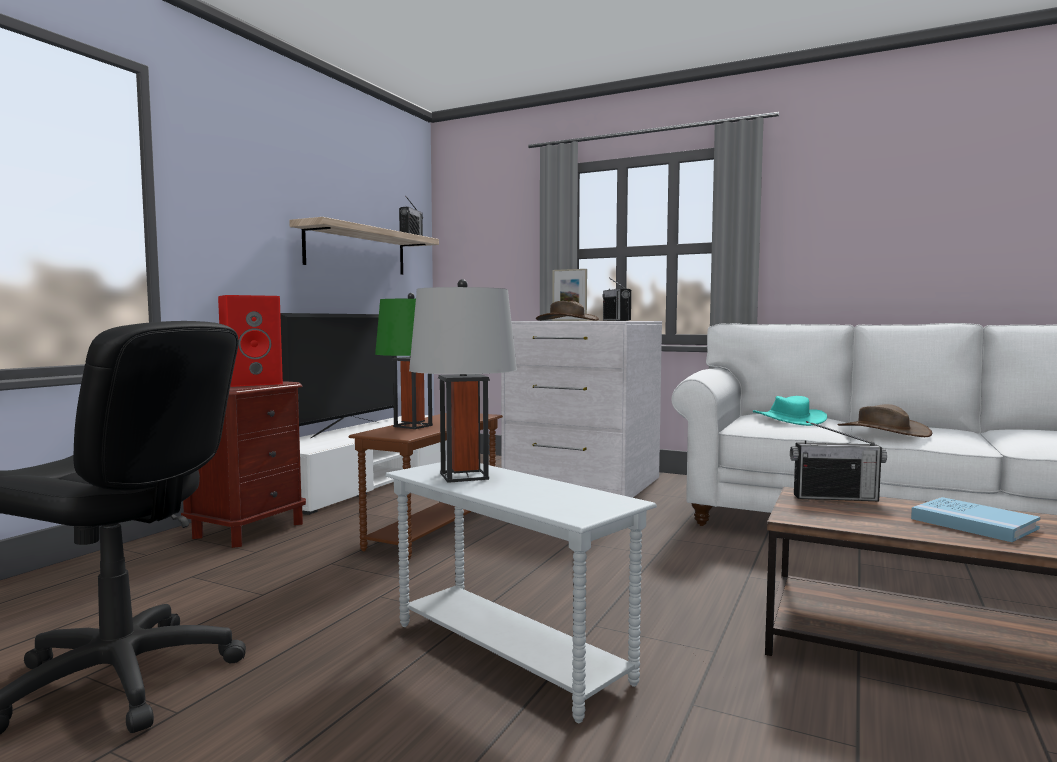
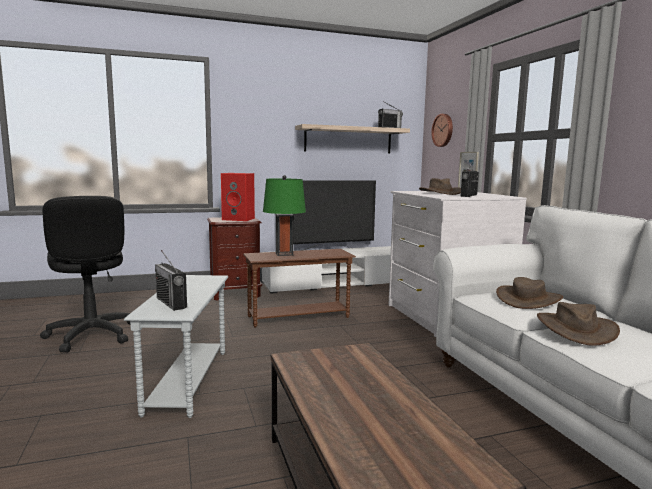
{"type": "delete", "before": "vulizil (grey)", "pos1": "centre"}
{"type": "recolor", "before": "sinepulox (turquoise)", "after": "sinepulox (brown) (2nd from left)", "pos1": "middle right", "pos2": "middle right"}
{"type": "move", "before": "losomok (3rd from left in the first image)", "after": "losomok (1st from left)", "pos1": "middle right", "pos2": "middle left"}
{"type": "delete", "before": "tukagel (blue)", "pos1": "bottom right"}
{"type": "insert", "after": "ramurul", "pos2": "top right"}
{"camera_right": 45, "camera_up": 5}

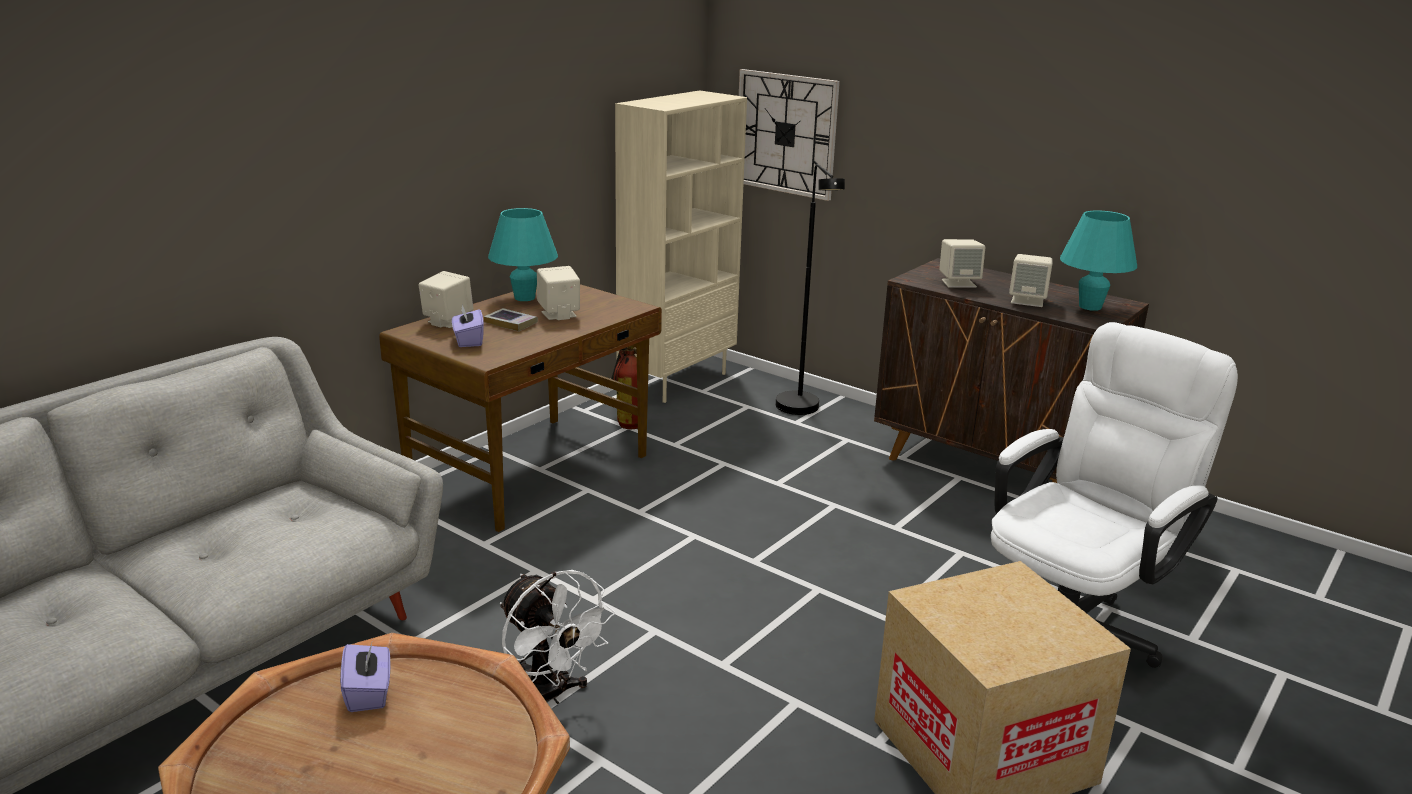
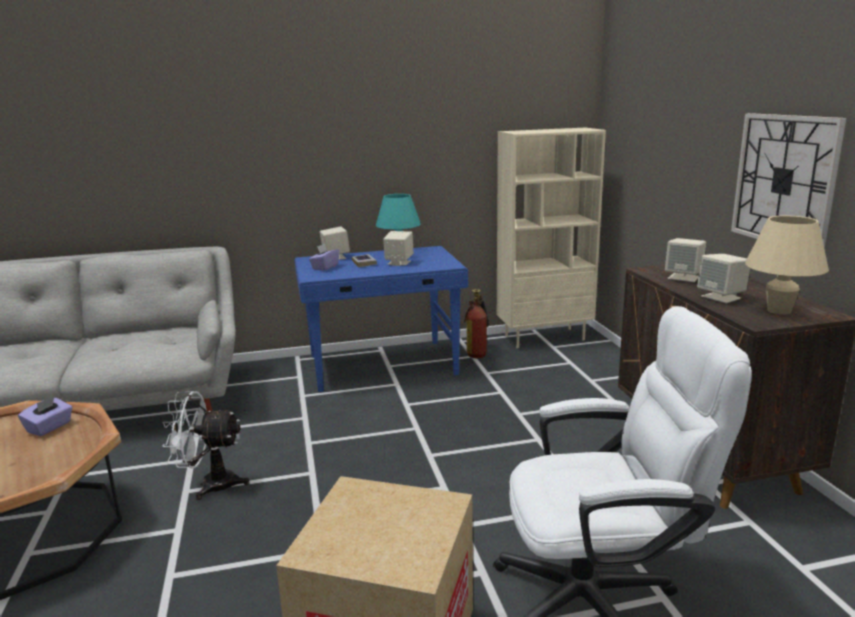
{"type": "move", "before": "ramurul", "pos1": "top centre", "pos2": "top right"}
{"type": "delete", "before": "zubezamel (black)", "pos1": "centre"}
{"type": "recolor", "before": "vulizil (turquoise) (2nd from left)", "after": "vulizil (beige)", "pos1": "top right", "pos2": "middle right"}
{"type": "recolor", "before": "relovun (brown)", "after": "relovun (blue)", "pos1": "centre", "pos2": "centre"}
{"type": "rotate", "before": "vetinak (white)", "pos1": "bottom centre", "pos2": "bottom left", "turn": 90}
{"camera_right": 40, "camera_up": -5}

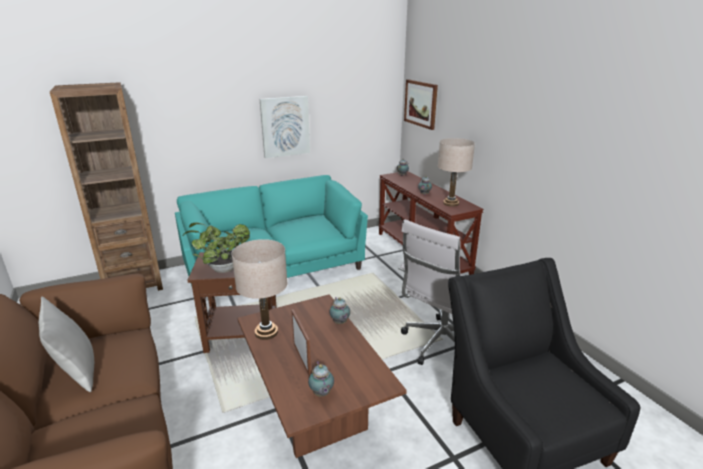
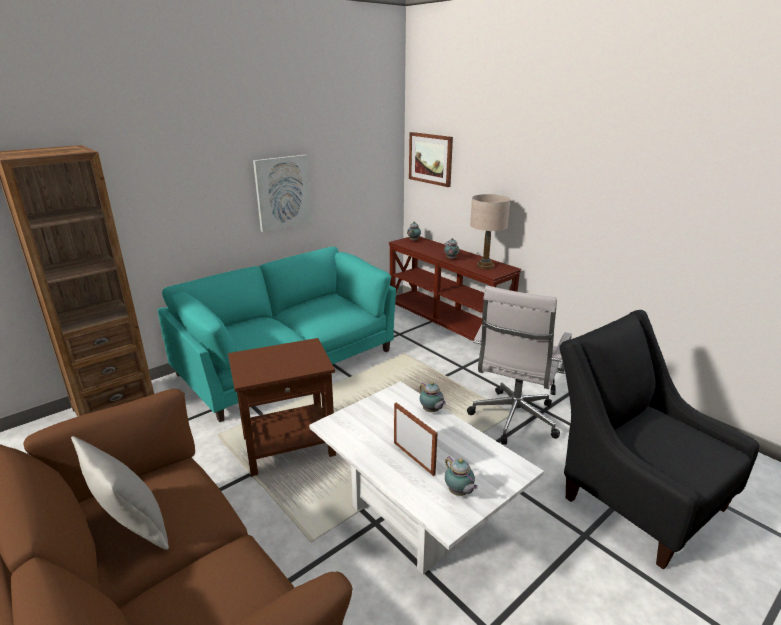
{"type": "delete", "before": "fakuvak", "pos1": "middle left"}
{"type": "delete", "before": "vulizil (beige) (1st from left)", "pos1": "centre"}
{"type": "recolor", "before": "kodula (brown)", "after": "kodula (white)", "pos1": "bottom centre", "pos2": "bottom centre"}
{"camera_right": -15, "camera_up": 0}

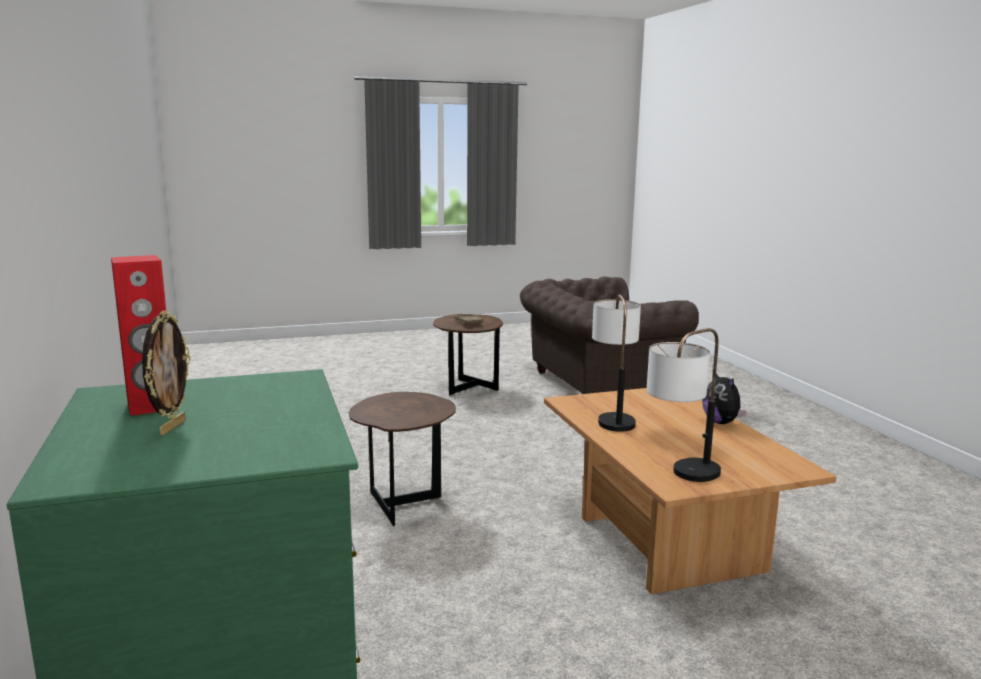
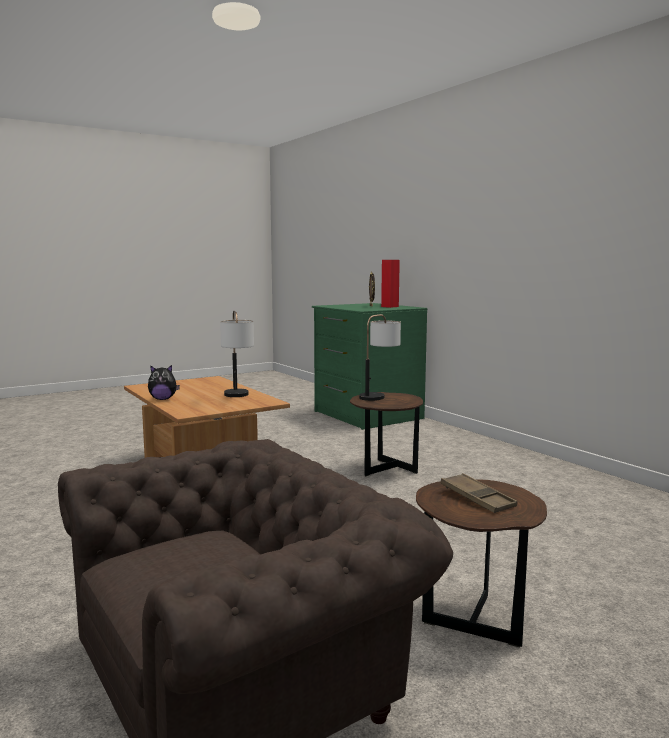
{"type": "move", "before": "vulizil (2nd from left)", "pos1": "middle right", "pos2": "centre"}
{"type": "rotate", "before": "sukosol", "pos1": "middle right", "pos2": "middle left", "turn": 120}
{"camera_right": 165, "camera_up": -5}

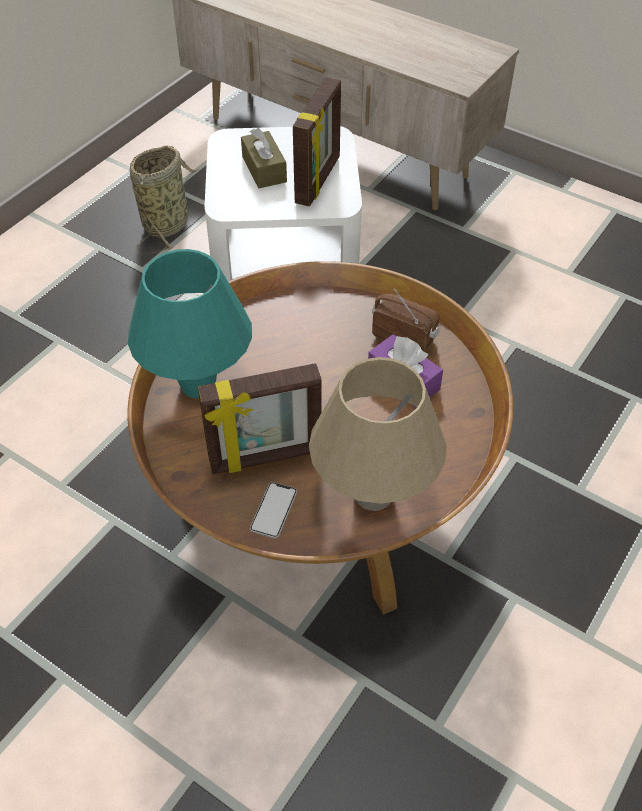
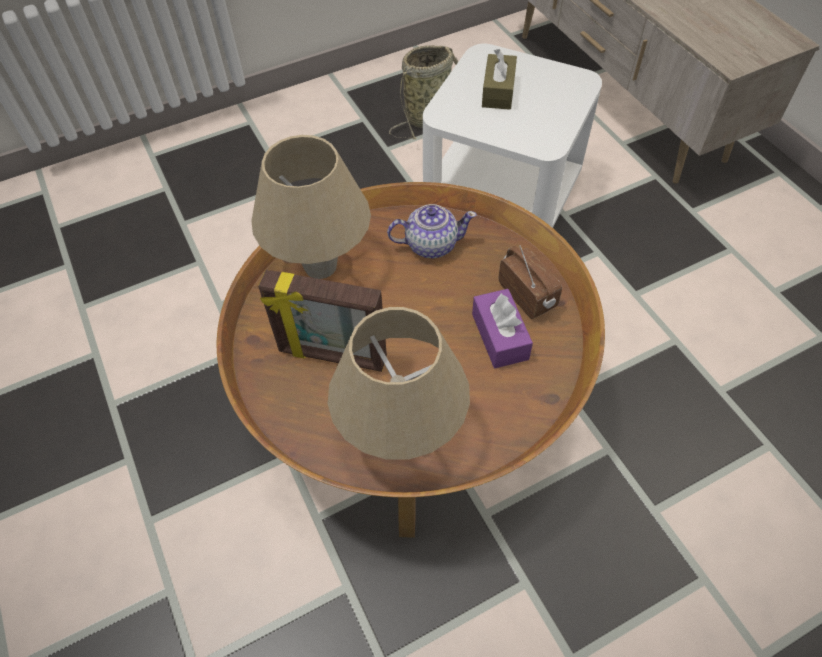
{"type": "delete", "before": "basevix (2nd from left)", "pos1": "top centre"}
{"type": "recolor", "before": "vulizil (turquoise)", "after": "vulizil (beige) (1st from left)", "pos1": "middle left", "pos2": "top centre"}
{"type": "delete", "before": "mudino", "pos1": "centre"}
{"type": "insert", "after": "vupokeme", "pos2": "centre"}
{"camera_right": 30, "camera_up": 5}

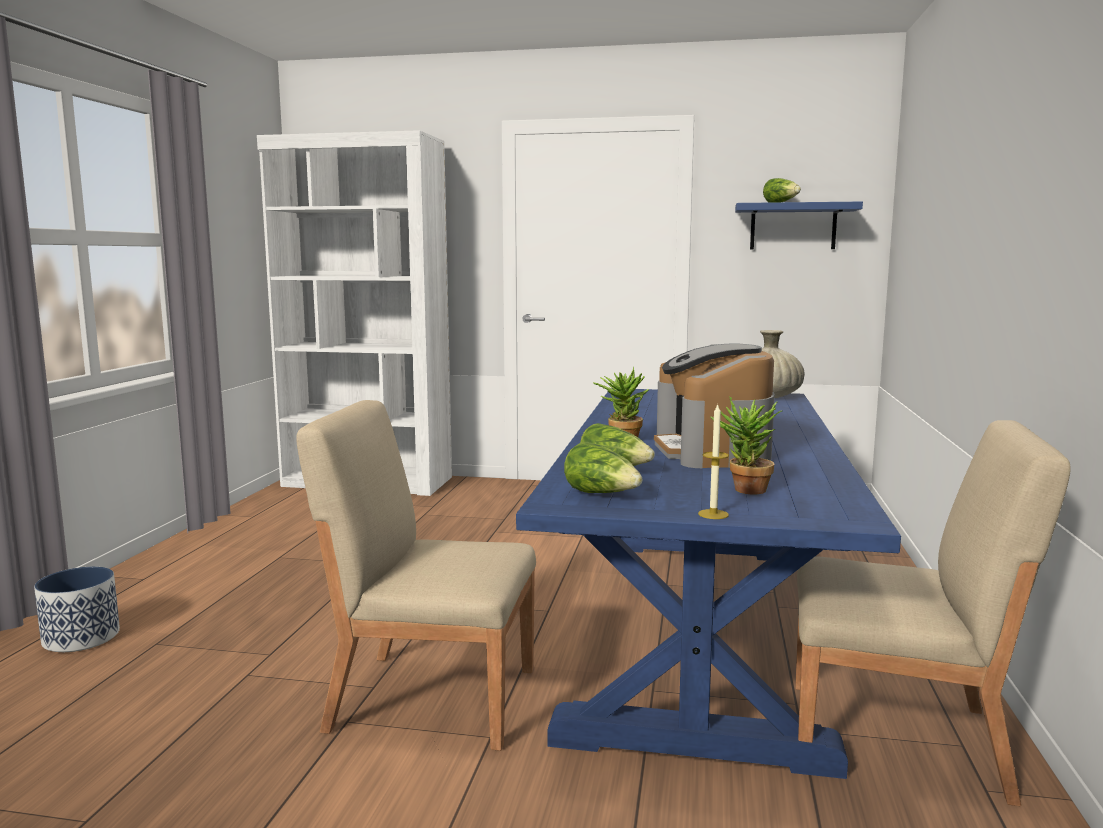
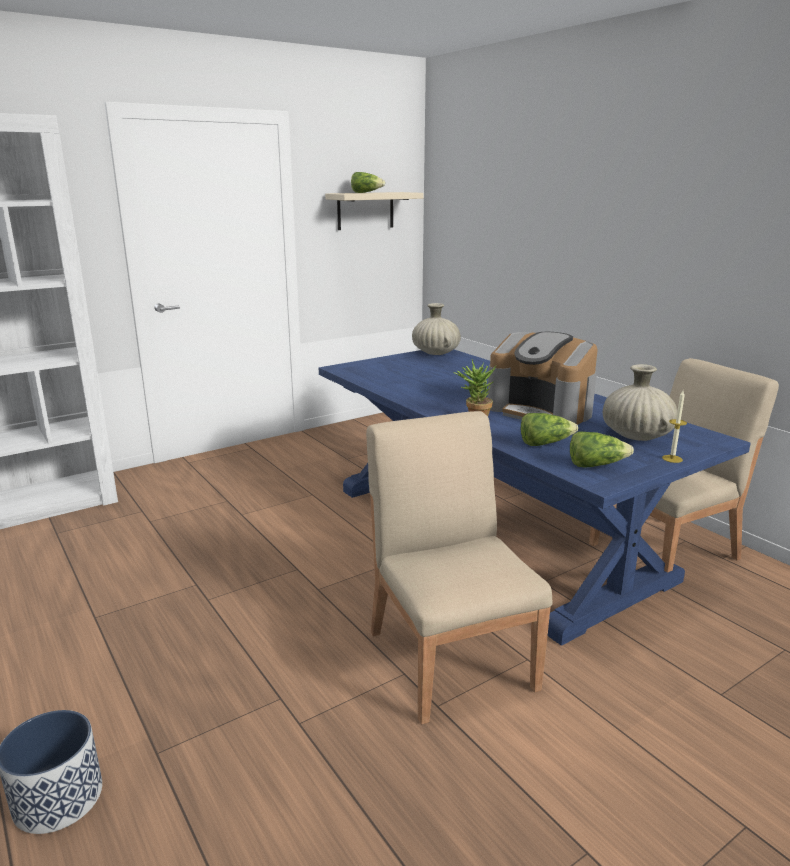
{"type": "recolor", "before": "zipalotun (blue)", "after": "zipalotun (beige)", "pos1": "top right", "pos2": "top centre"}
{"type": "replace", "before": "fakuvak (2nd from left)", "after": "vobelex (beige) (2nd from left)", "pos1": "middle right", "pos2": "middle right"}
{"type": "rotate", "before": "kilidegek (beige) (1st from left)", "pos1": "bottom centre", "pos2": "centre", "turn": 105}
{"camera_right": -45, "camera_up": 10}

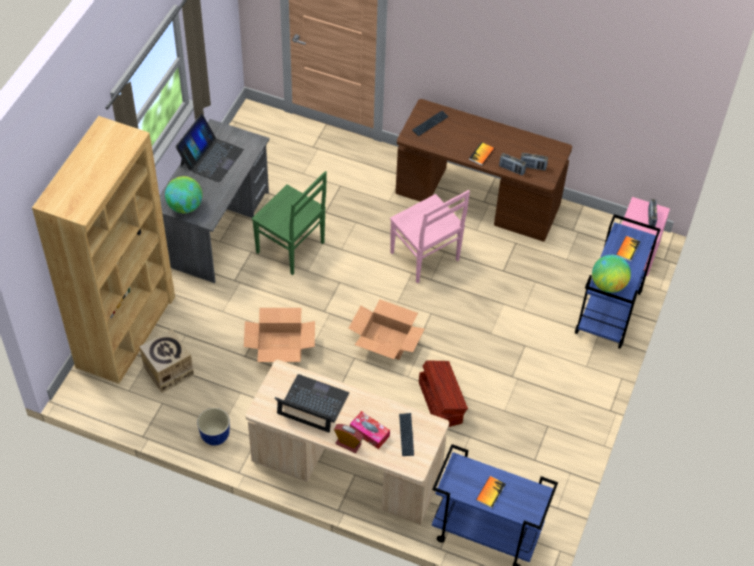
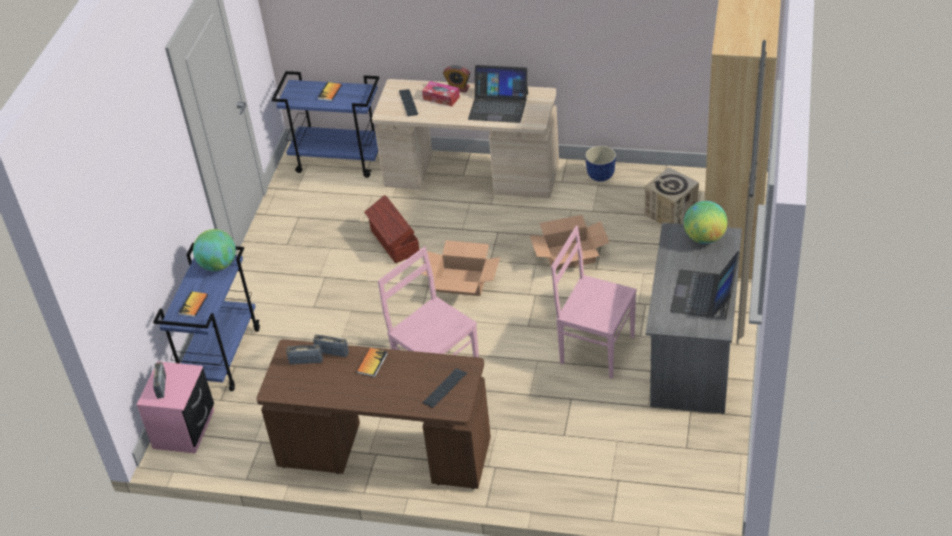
{"type": "recolor", "before": "kilidegek (green)", "after": "kilidegek (pink) (2nd from left)", "pos1": "centre", "pos2": "centre"}
{"camera_right": 175, "camera_up": -10}

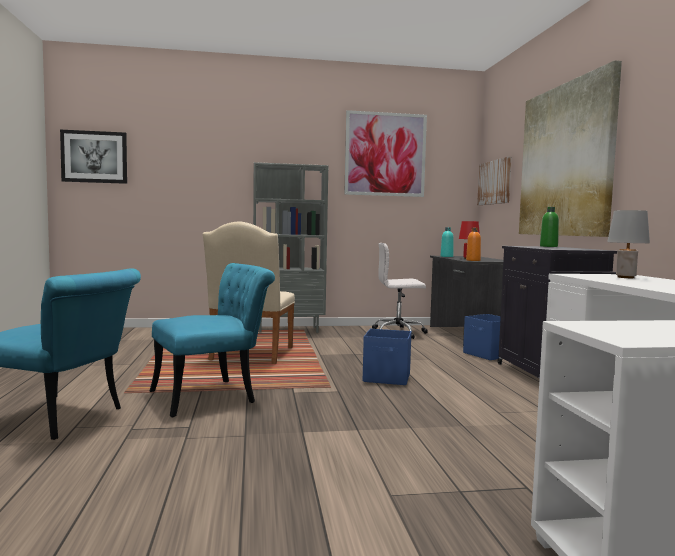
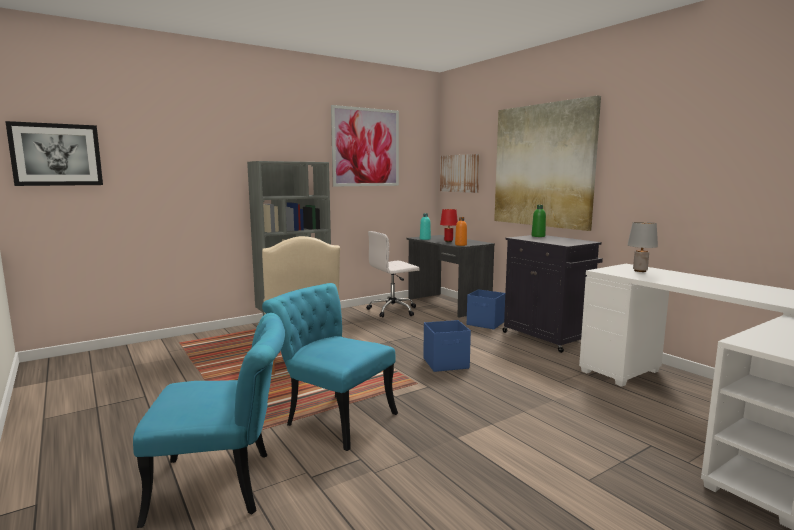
{"type": "rotate", "before": "kilidegek (turquoise) (2nd from left)", "pos1": "middle left", "pos2": "bottom centre", "turn": -90}
{"camera_right": -25, "camera_up": 5}

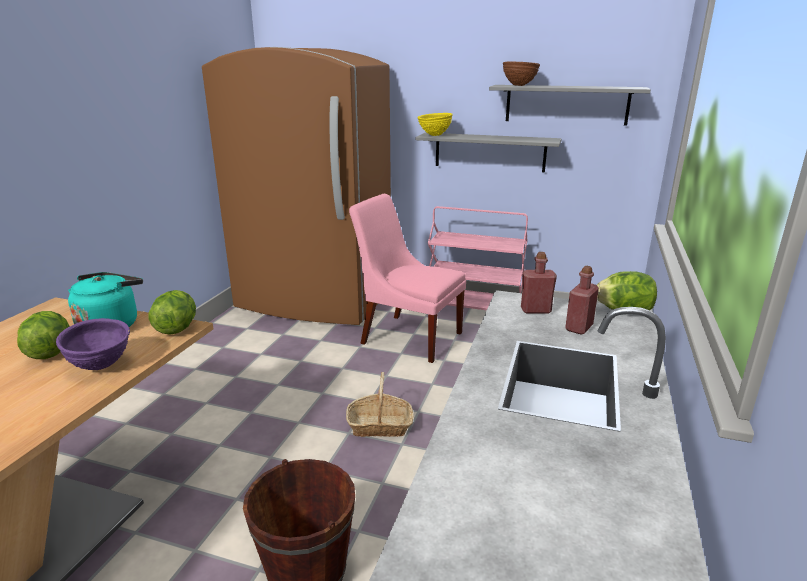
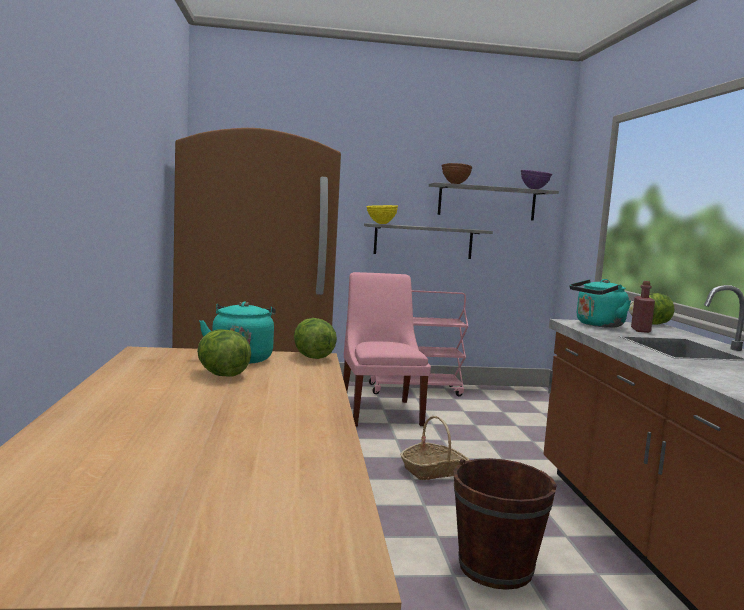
{"type": "rotate", "before": "kilidegek (pink)", "pos1": "centre", "pos2": "centre", "turn": 75}
{"type": "replace", "before": "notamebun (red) (1st from left)", "after": "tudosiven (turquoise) (2nd from left)", "pos1": "middle right", "pos2": "middle right"}
{"type": "move", "before": "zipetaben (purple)", "pos1": "middle left", "pos2": "top right"}
{"camera_right": -25, "camera_up": -15}

